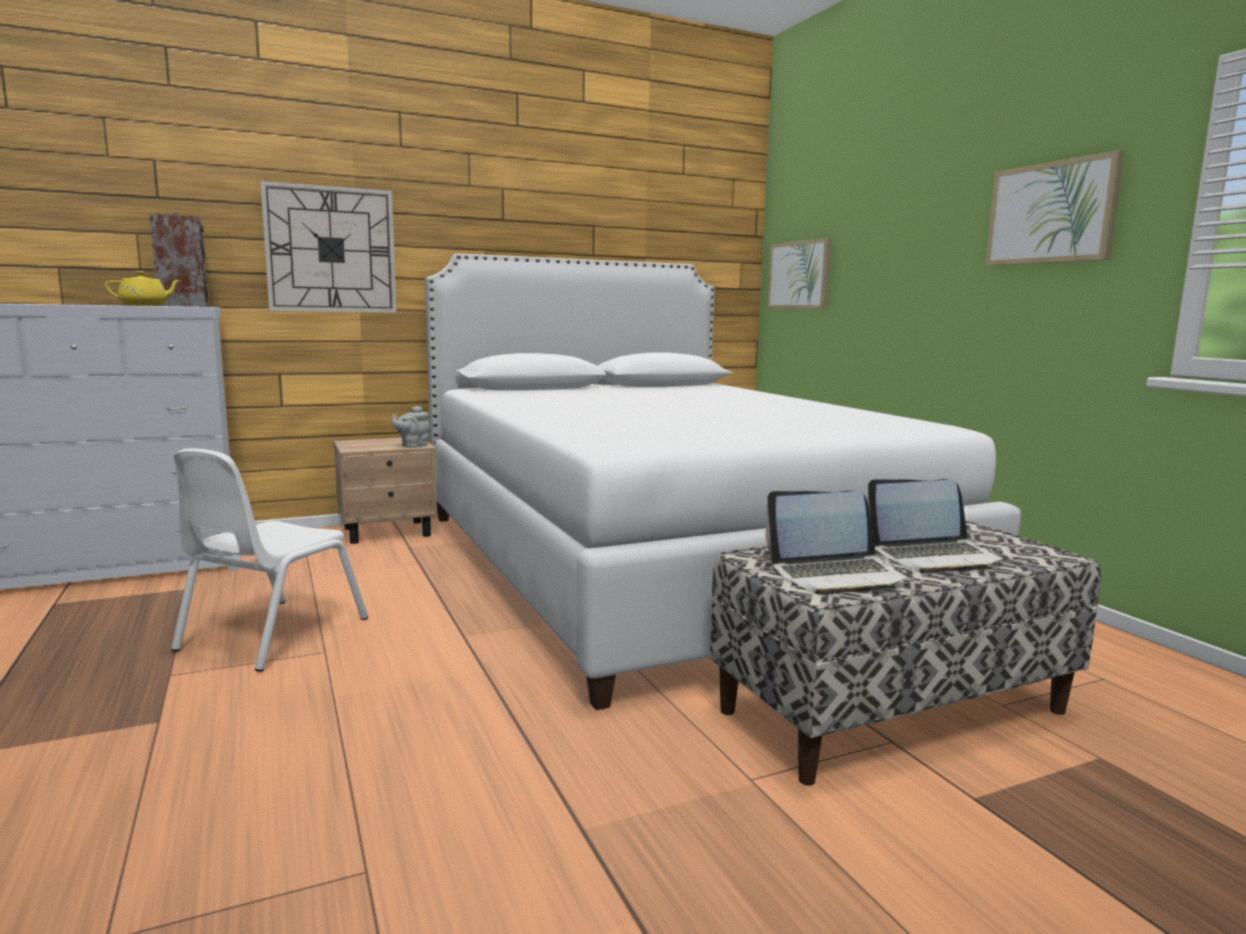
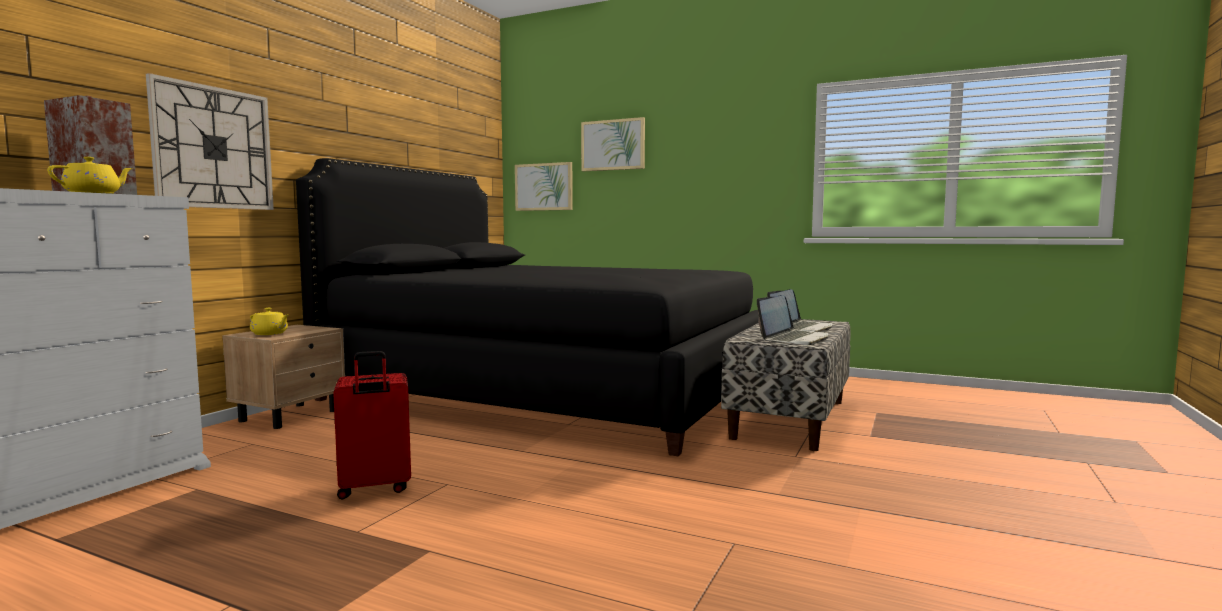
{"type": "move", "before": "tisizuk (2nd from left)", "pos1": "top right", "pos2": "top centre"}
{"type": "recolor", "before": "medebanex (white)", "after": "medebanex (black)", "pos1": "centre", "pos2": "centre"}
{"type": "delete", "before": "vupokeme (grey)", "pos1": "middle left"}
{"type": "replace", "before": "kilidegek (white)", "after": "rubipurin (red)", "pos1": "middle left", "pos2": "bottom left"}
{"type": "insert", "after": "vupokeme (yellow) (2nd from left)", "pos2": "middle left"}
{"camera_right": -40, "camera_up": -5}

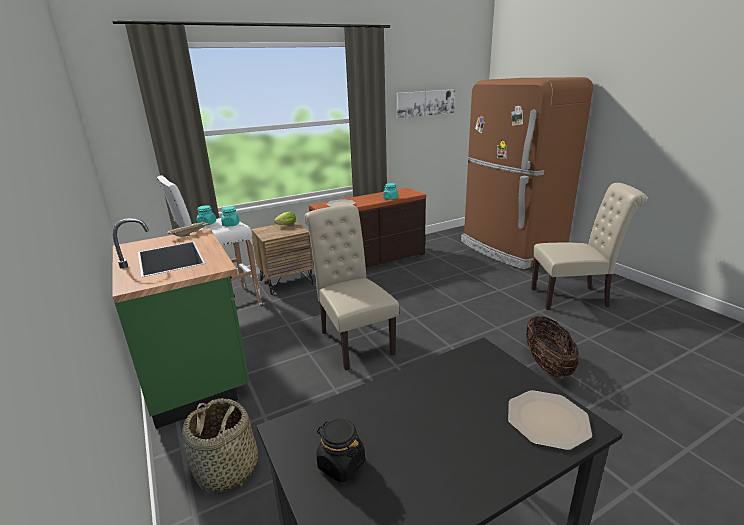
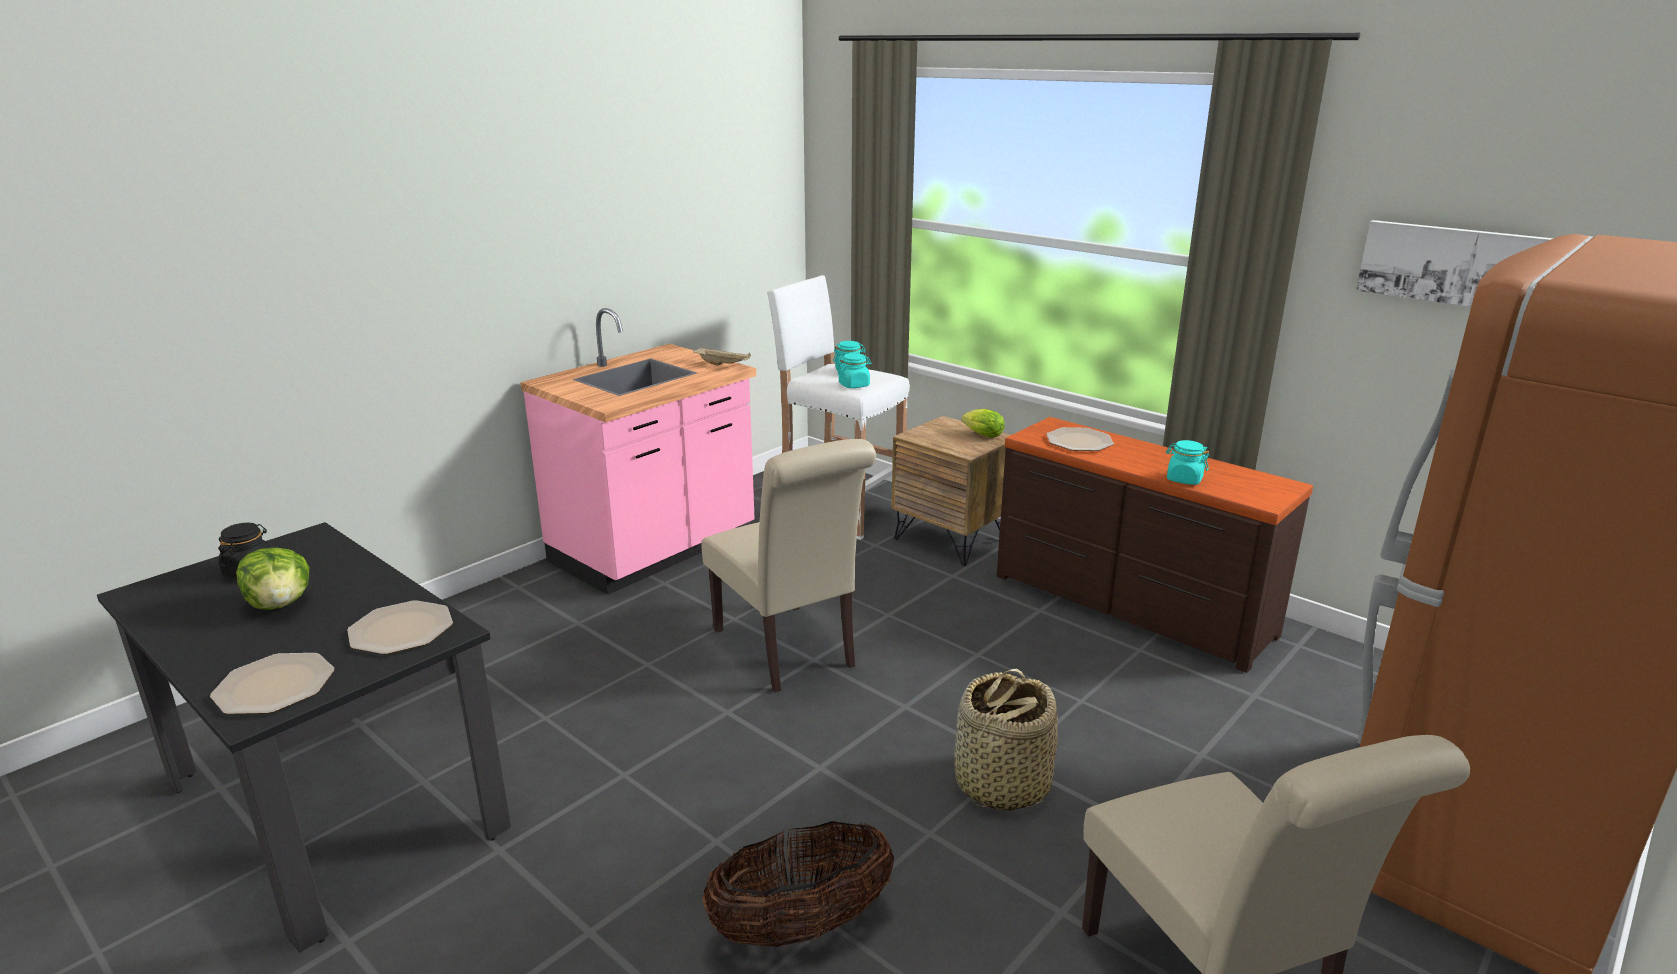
{"type": "rotate", "before": "kilidegek (beige) (1st from left)", "pos1": "centre", "pos2": "centre", "turn": 105}
{"type": "recolor", "before": "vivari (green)", "after": "vivari (pink)", "pos1": "middle left", "pos2": "centre"}
{"type": "move", "before": "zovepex (1st from left in the first image)", "after": "zovepex (2nd from left)", "pos1": "bottom left", "pos2": "bottom centre"}
{"type": "insert", "after": "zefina (1st from left)", "pos2": "middle left"}
{"type": "insert", "after": "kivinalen (2nd from left)", "pos2": "middle left"}
{"camera_right": 70, "camera_up": 0}

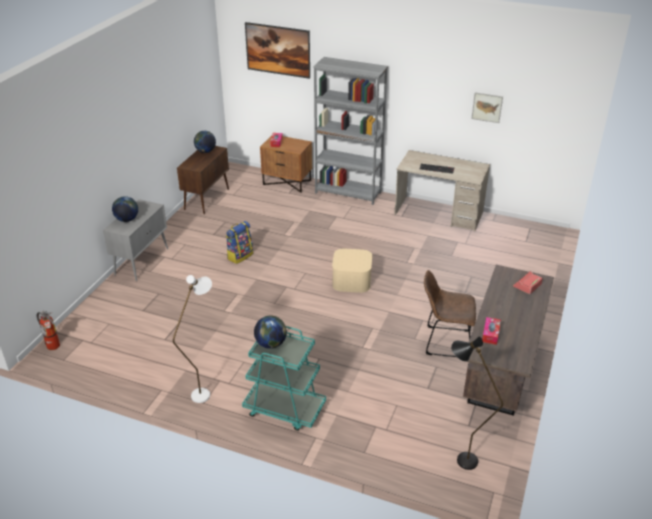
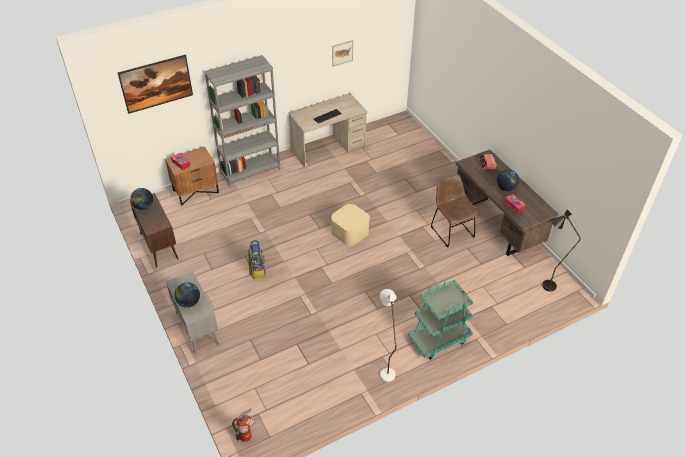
{"type": "rotate", "before": "kilidegek (brown)", "pos1": "middle right", "pos2": "centre", "turn": 105}
{"type": "move", "before": "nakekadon (3rd from left)", "pos1": "centre", "pos2": "middle right"}
{"camera_right": -50, "camera_up": 10}

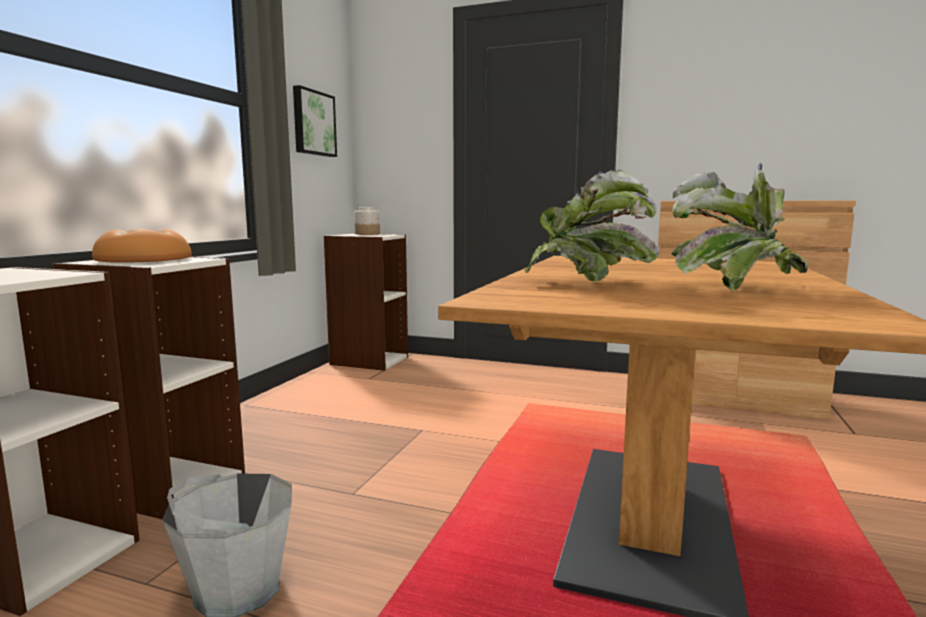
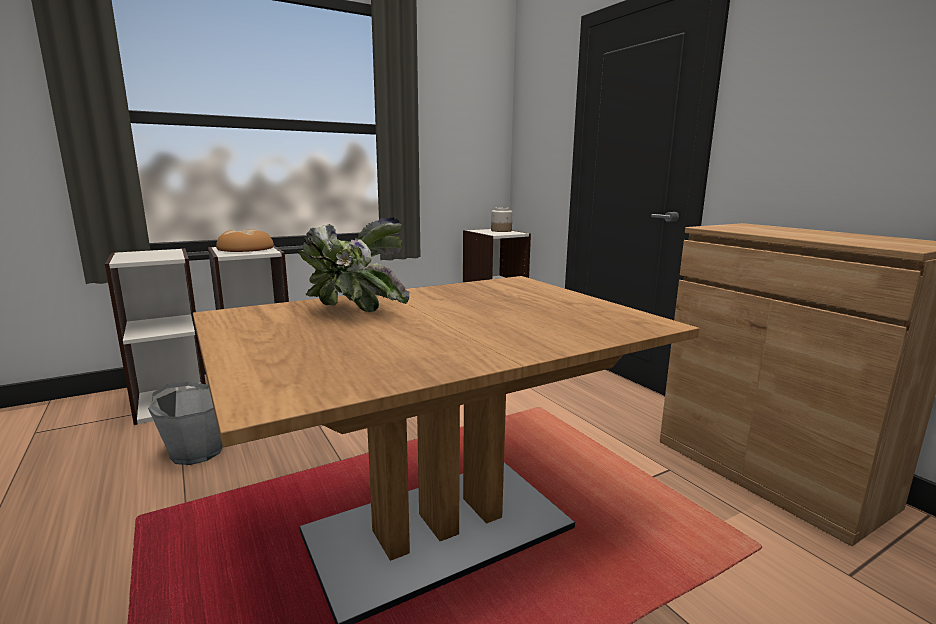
{"type": "delete", "before": "tisizuk", "pos1": "top centre"}
{"type": "delete", "before": "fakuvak (2nd from left)", "pos1": "middle right"}
{"camera_right": 40, "camera_up": 5}

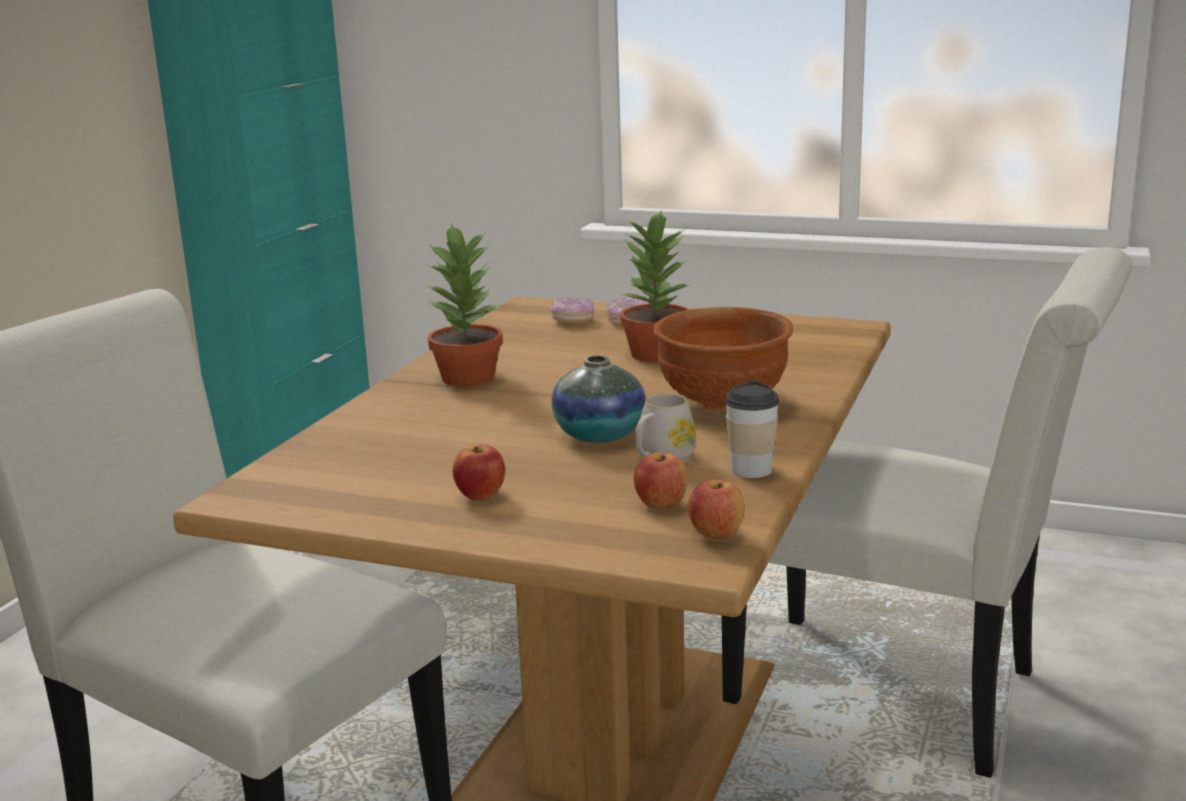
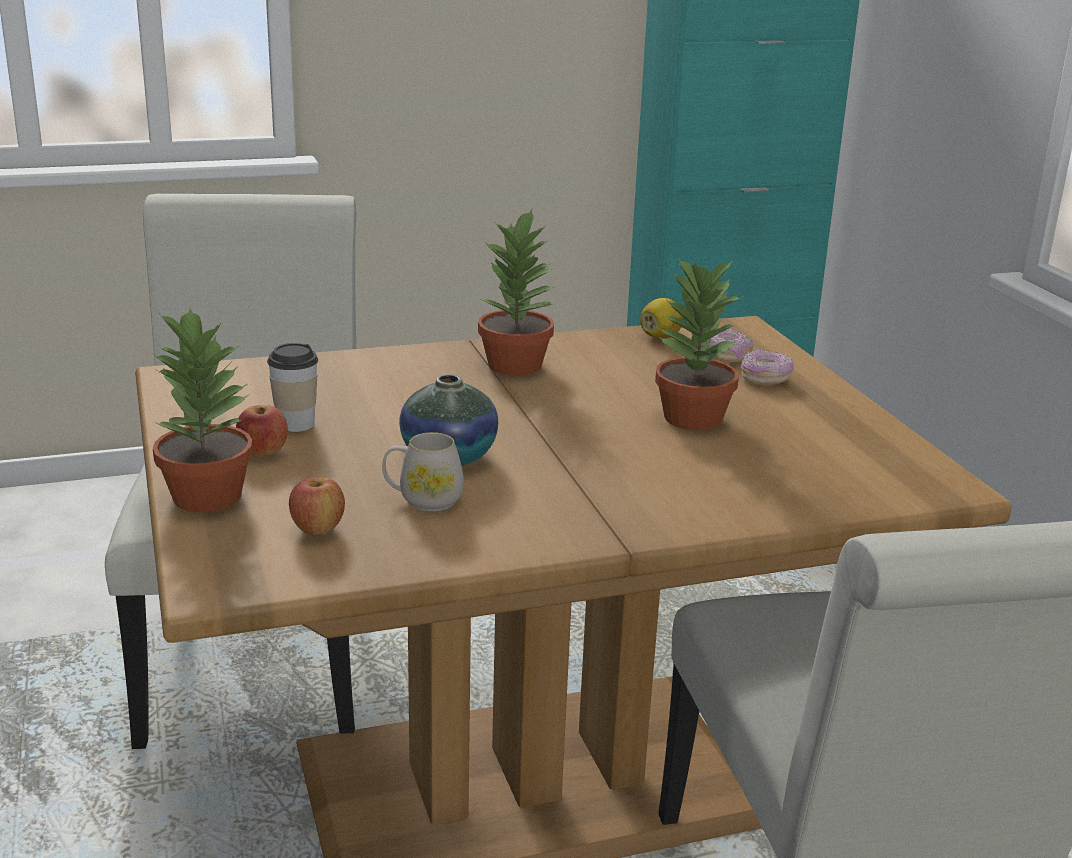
{"type": "delete", "before": "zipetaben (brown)", "pos1": "centre"}
{"type": "move", "before": "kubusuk", "pos1": "centre", "pos2": "middle left"}
{"type": "delete", "before": "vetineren (3rd from left)", "pos1": "centre"}
{"type": "insert", "after": "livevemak", "pos2": "centre"}
{"type": "insert", "after": "fakuvak (1st from left)", "pos2": "middle left"}
{"camera_right": 50, "camera_up": 5}

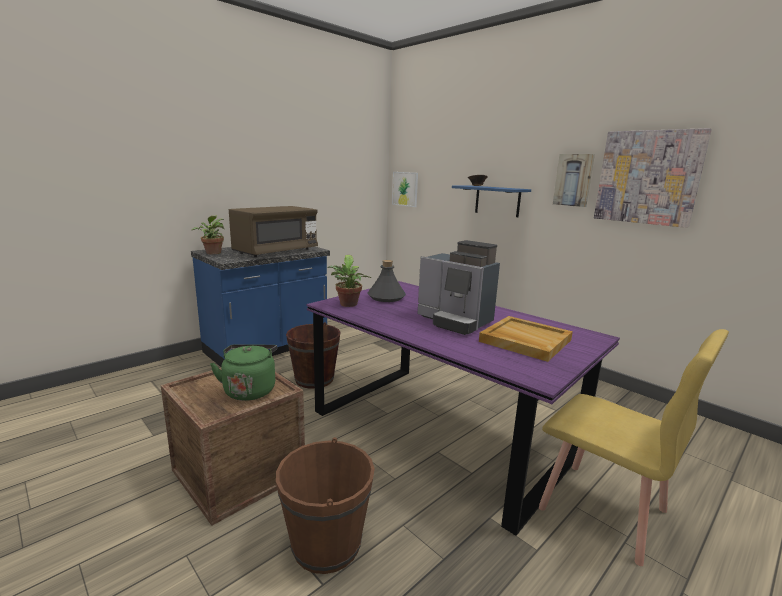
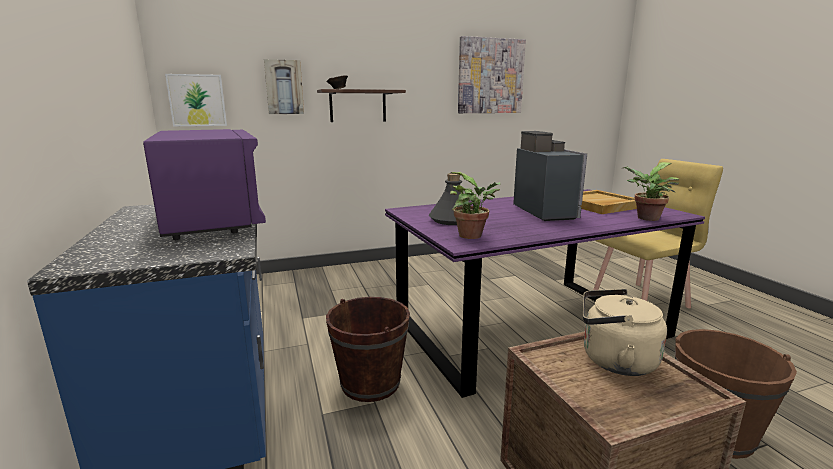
{"type": "move", "before": "tisizuk (2nd from left)", "pos1": "top right", "pos2": "top centre"}
{"type": "recolor", "before": "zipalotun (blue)", "after": "zipalotun (brown)", "pos1": "centre", "pos2": "top centre"}
{"type": "recolor", "before": "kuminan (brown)", "after": "kuminan (purple)", "pos1": "centre", "pos2": "middle left"}
{"type": "move", "before": "fakuvak (1st from left in the first image)", "after": "fakuvak (2nd from left)", "pos1": "middle left", "pos2": "middle right"}
{"type": "rotate", "before": "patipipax", "pos1": "centre", "pos2": "centre", "turn": -75}
{"type": "recolor", "before": "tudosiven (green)", "after": "tudosiven (beige)", "pos1": "middle left", "pos2": "bottom right"}
{"camera_right": -65, "camera_up": 0}

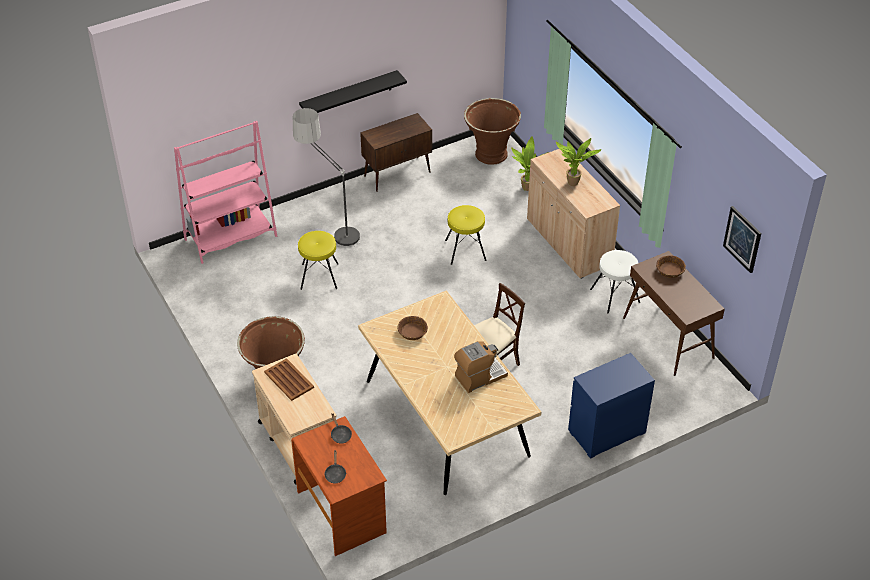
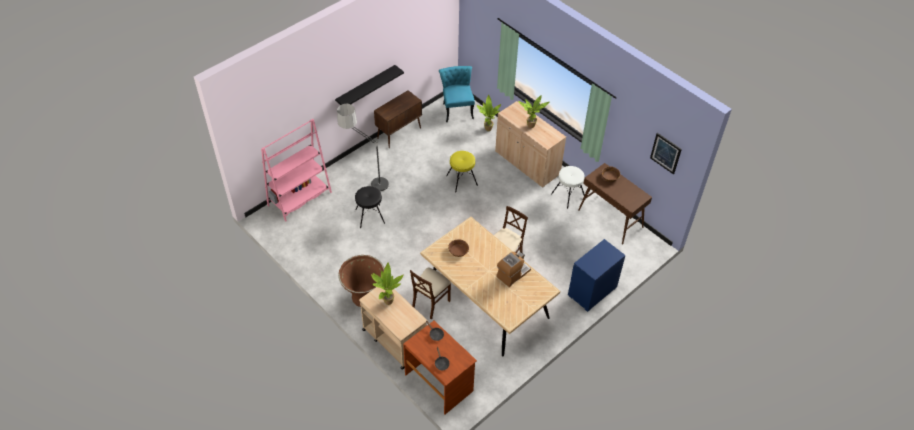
{"type": "replace", "before": "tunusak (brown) (2nd from left)", "after": "kilidegek (turquoise)", "pos1": "top centre", "pos2": "top centre"}
{"type": "recolor", "before": "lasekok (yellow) (1st from left)", "after": "lasekok (black)", "pos1": "centre", "pos2": "centre"}
{"type": "replace", "before": "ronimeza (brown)", "after": "fakuvak (1st from left)", "pos1": "middle left", "pos2": "centre"}
{"type": "insert", "after": "kilidegek (beige) (1st from left)", "pos2": "bottom centre"}
{"camera_right": -15, "camera_up": 5}

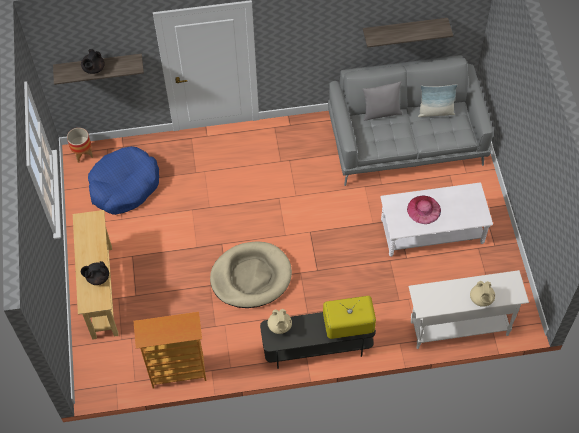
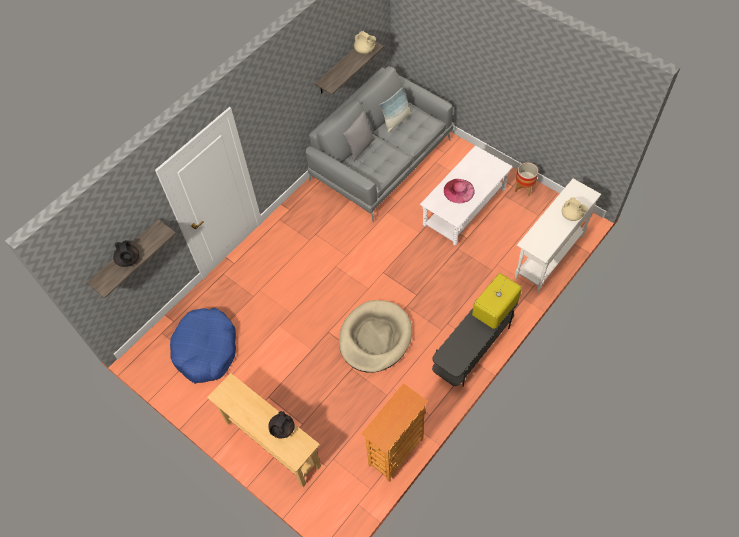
{"type": "move", "before": "tunusak", "pos1": "middle left", "pos2": "middle right"}
{"type": "move", "before": "vupokeme (beige) (1st from left)", "pos1": "bottom centre", "pos2": "top centre"}
{"camera_right": -40, "camera_up": 0}

